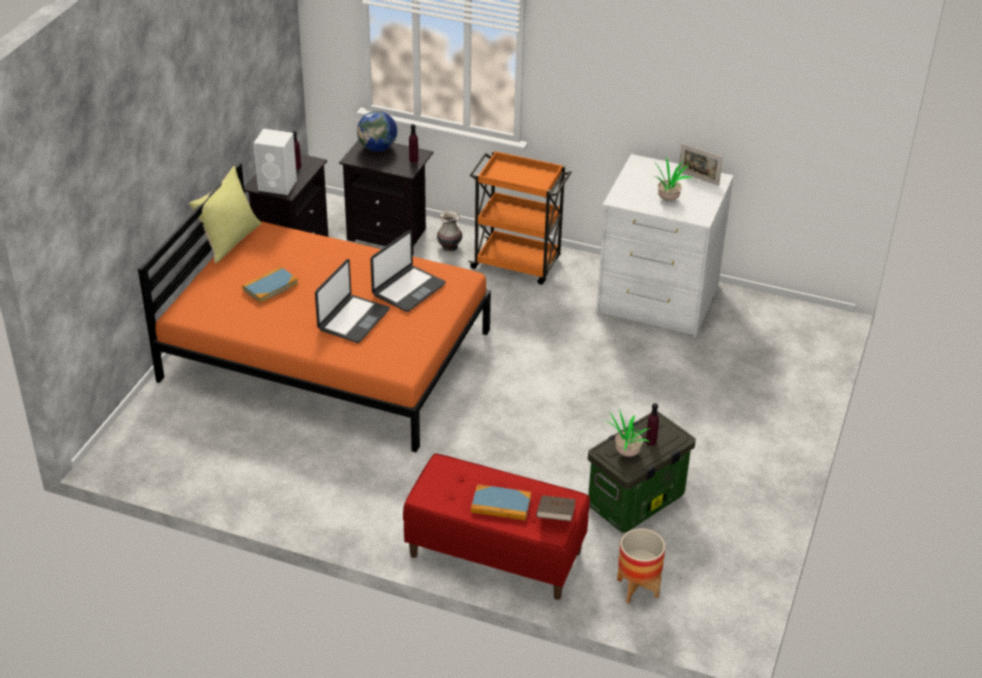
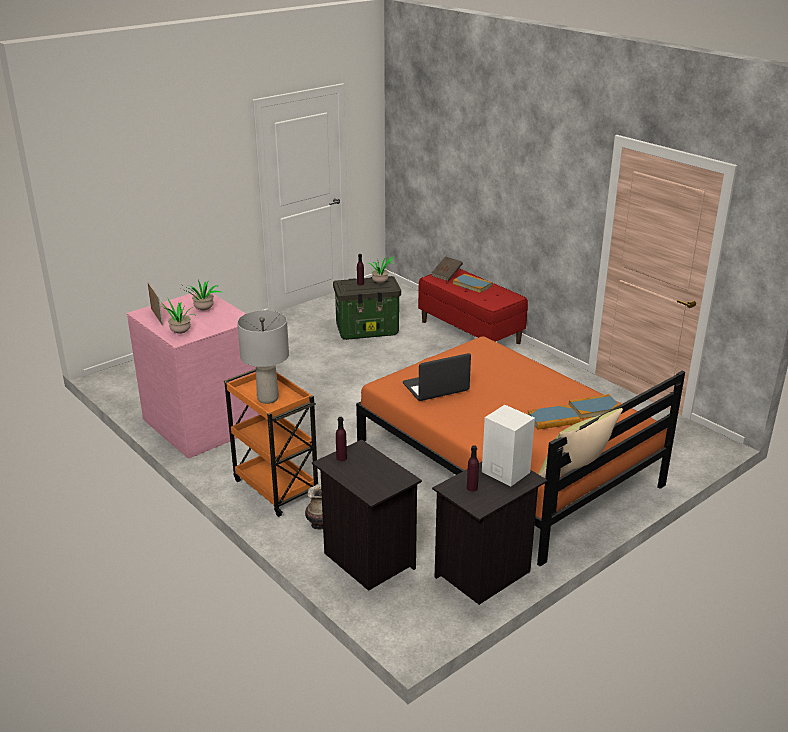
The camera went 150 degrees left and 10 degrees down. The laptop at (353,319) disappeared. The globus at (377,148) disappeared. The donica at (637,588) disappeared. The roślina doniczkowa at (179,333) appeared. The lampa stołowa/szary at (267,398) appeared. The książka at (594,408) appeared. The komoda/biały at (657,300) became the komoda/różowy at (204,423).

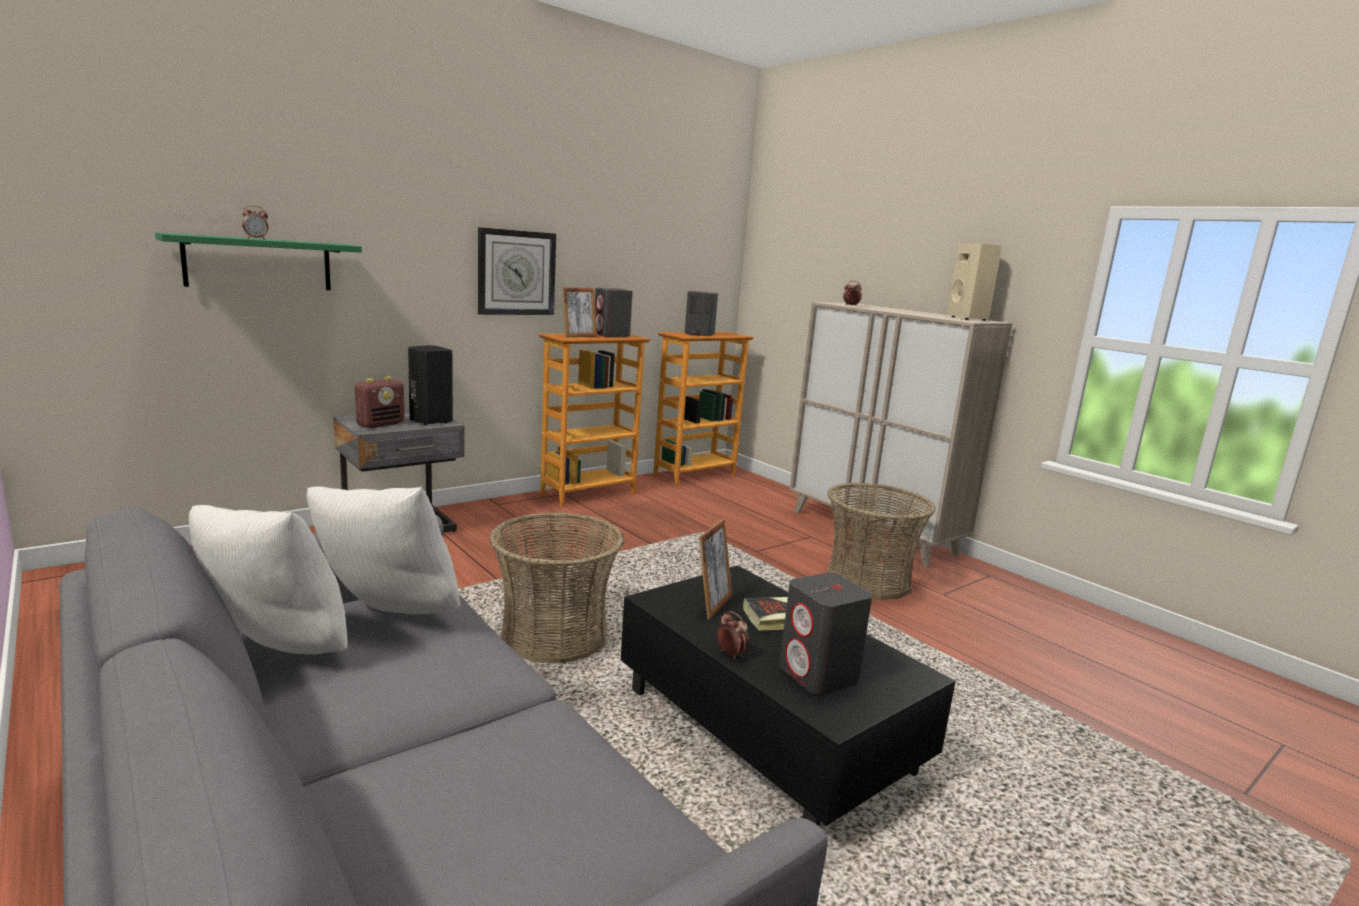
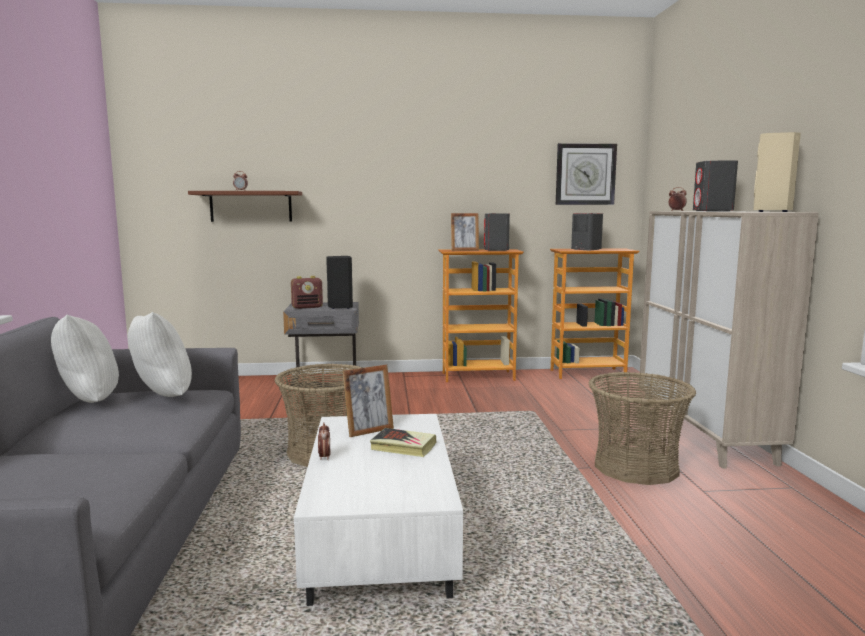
The camera went 35 degrees right and 5 degrees down. The zegar ścienny moved from (516,273) to (585,174). The głośnik/szary moved from (819,675) to (712,211). The półka/zielony at (259,263) became the półka/brązowy at (251,206). The ława/czarny at (764,728) became the ława/biały at (381,536).

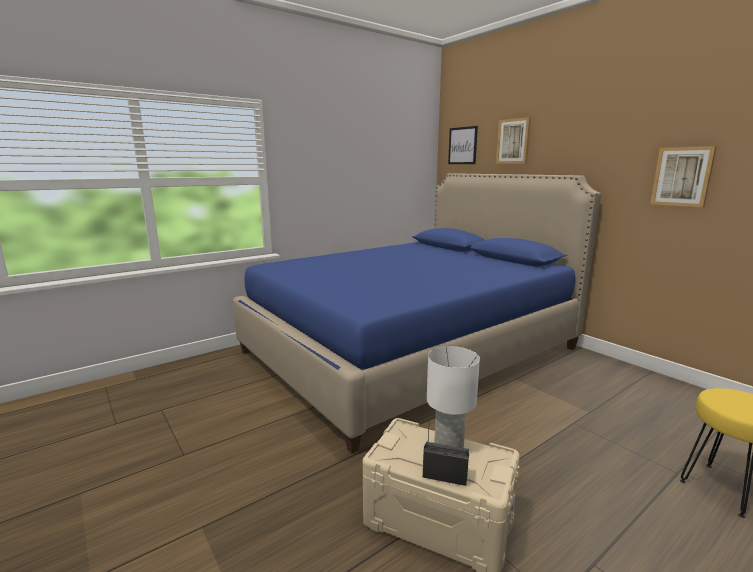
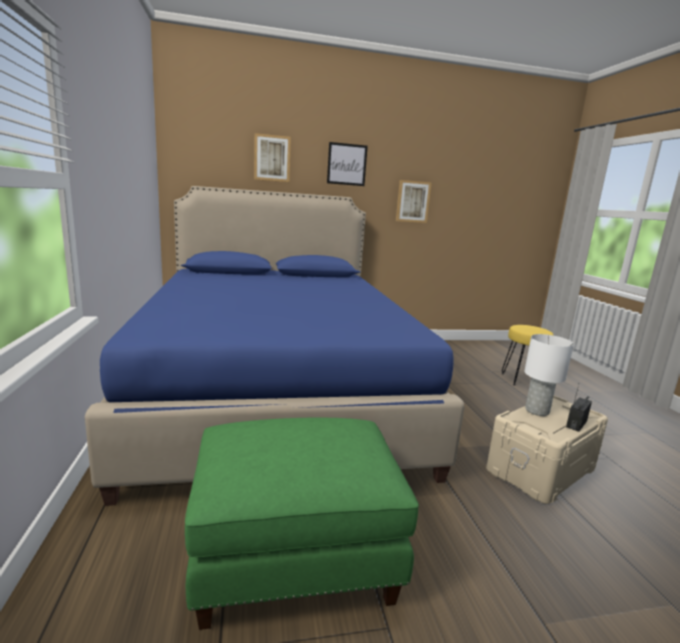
The camera went 65 degrees left and 0 degrees up. The pufa/zielony at (295,555) appeared. The obraz moved from (462,145) to (347,164).

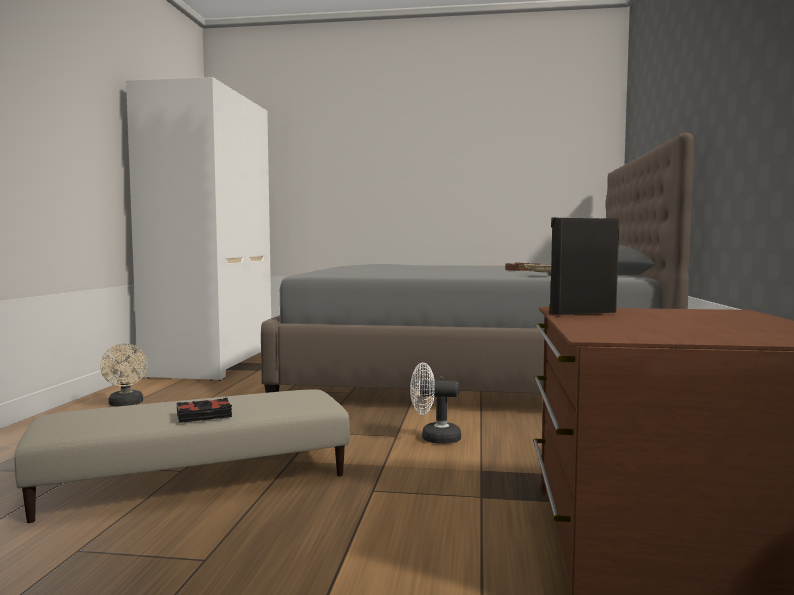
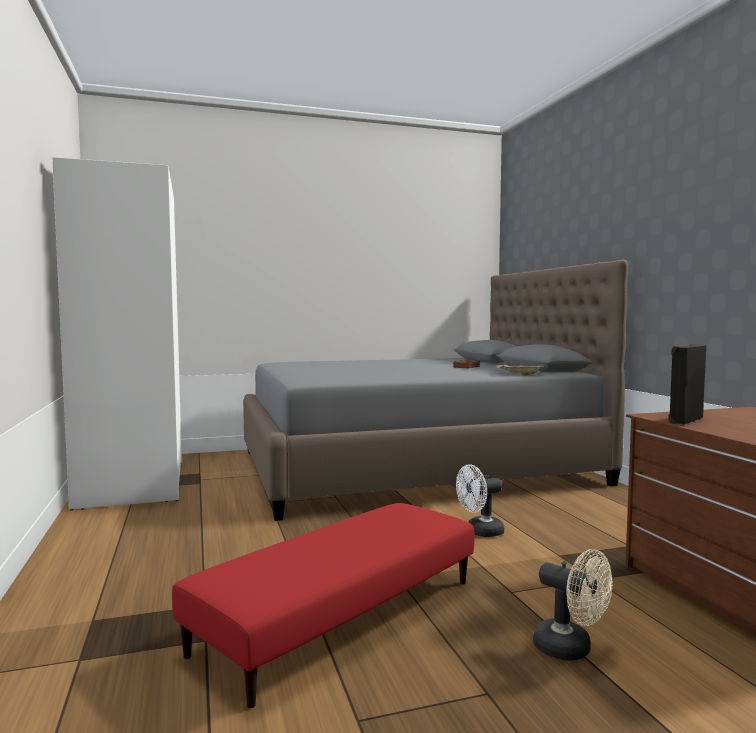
The camera went 25 degrees left and 0 degrees up. The książka/czarny at (204,416) disappeared. The wentylator/beżowy moved from (126,404) to (571,650). The pufa/beżowy at (196,478) became the pufa/czerwony at (340,615).

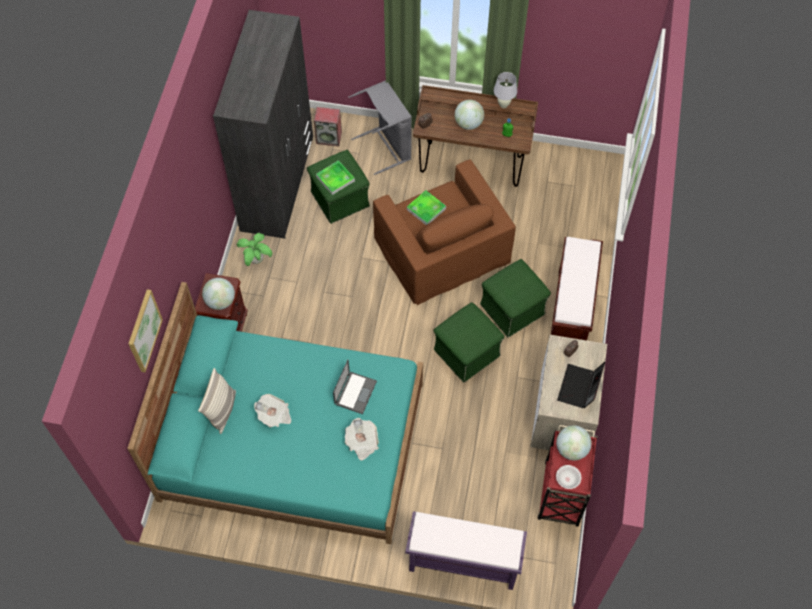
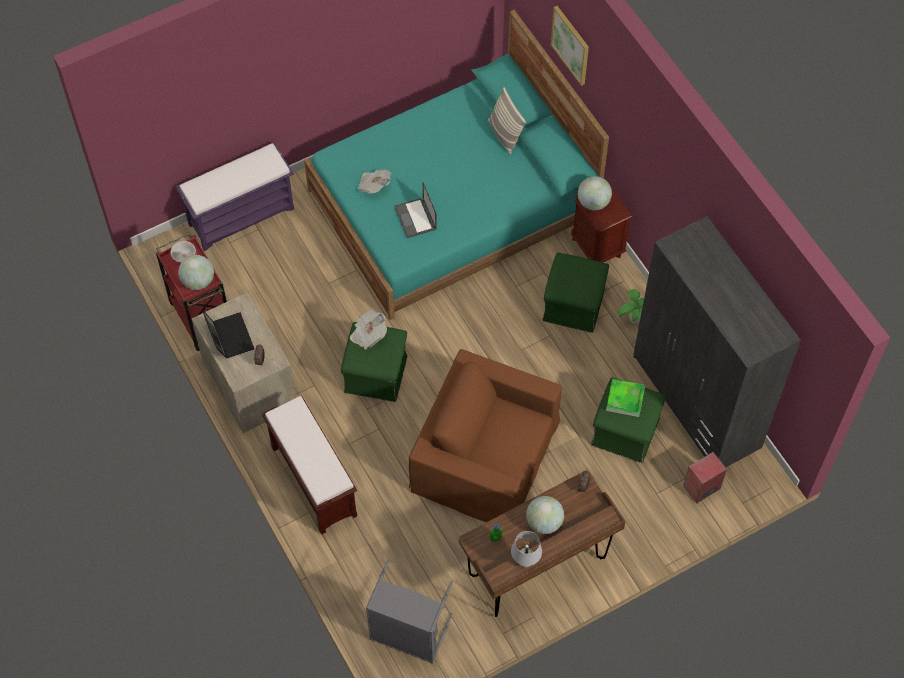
The camera went 140 degrees right and 0 degrees up. The taca at (426,209) disappeared. The gazeta moved from (274,415) to (368,334). The kosz na pranie/szary moved from (387,147) to (408,635). The pufa/zielony moved from (513,309) to (573,306).

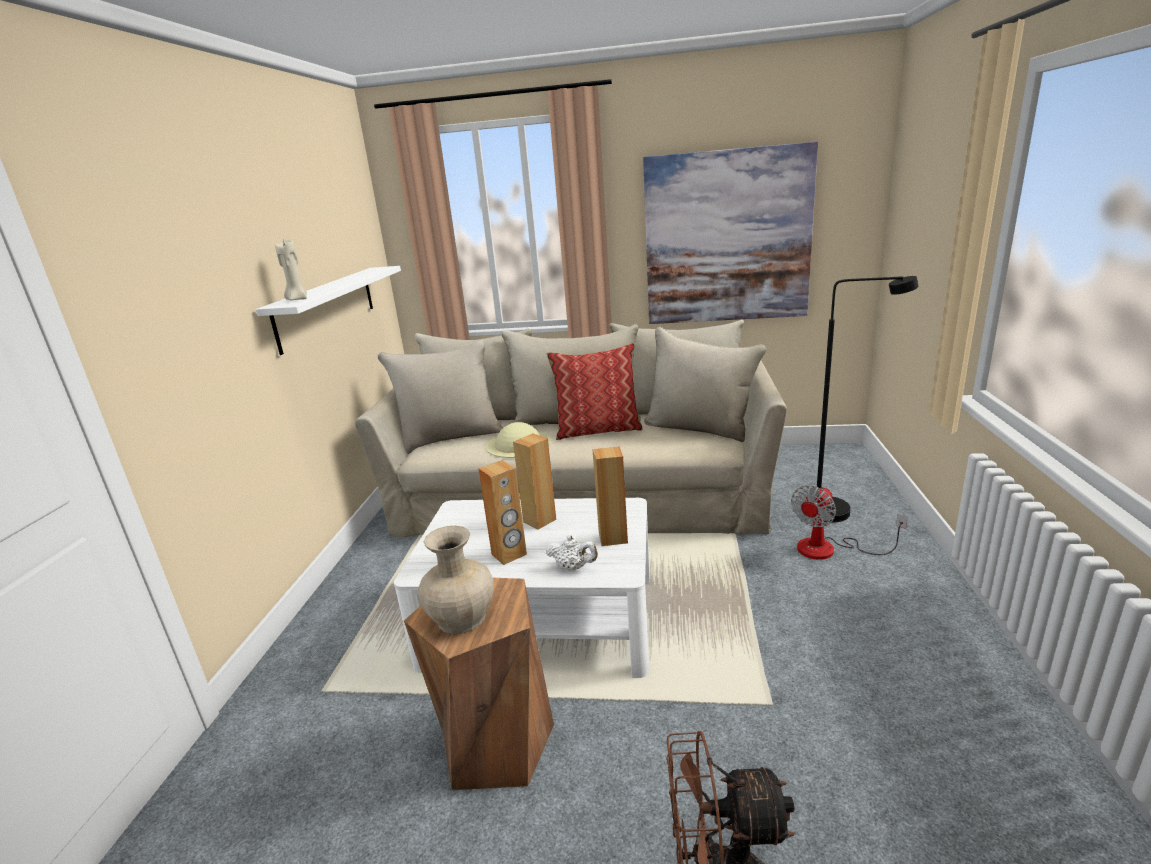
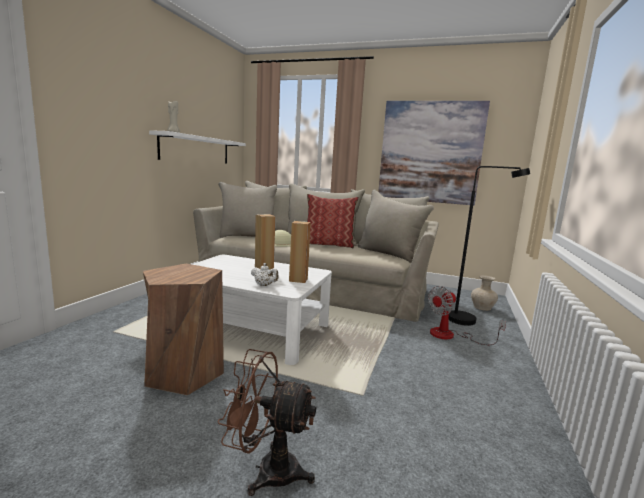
The camera went 10 degrees right and 10 degrees down. The głośnik/brązowy at (509,554) disappeared. The wazon/beżowy moved from (462,617) to (482,307).

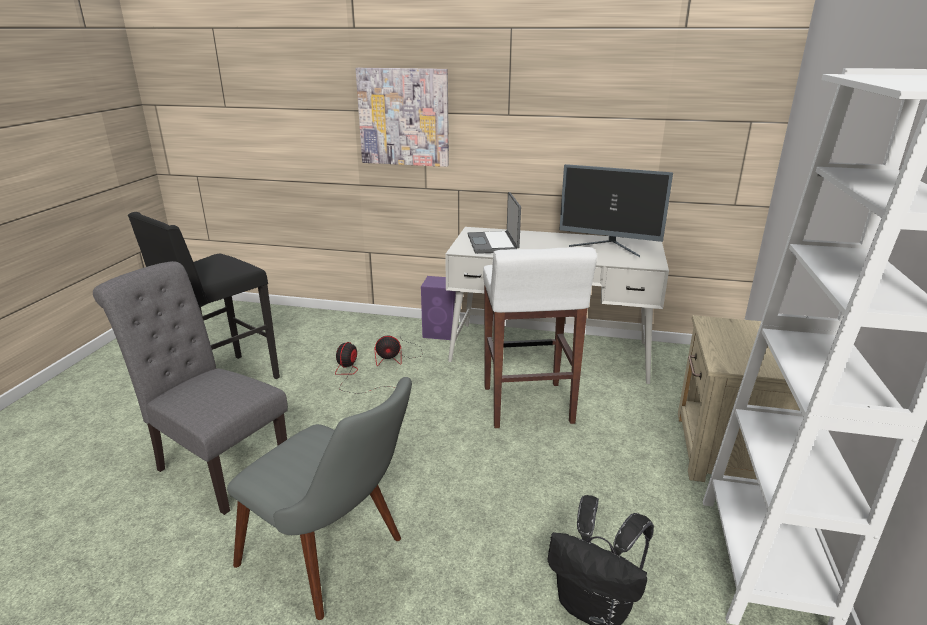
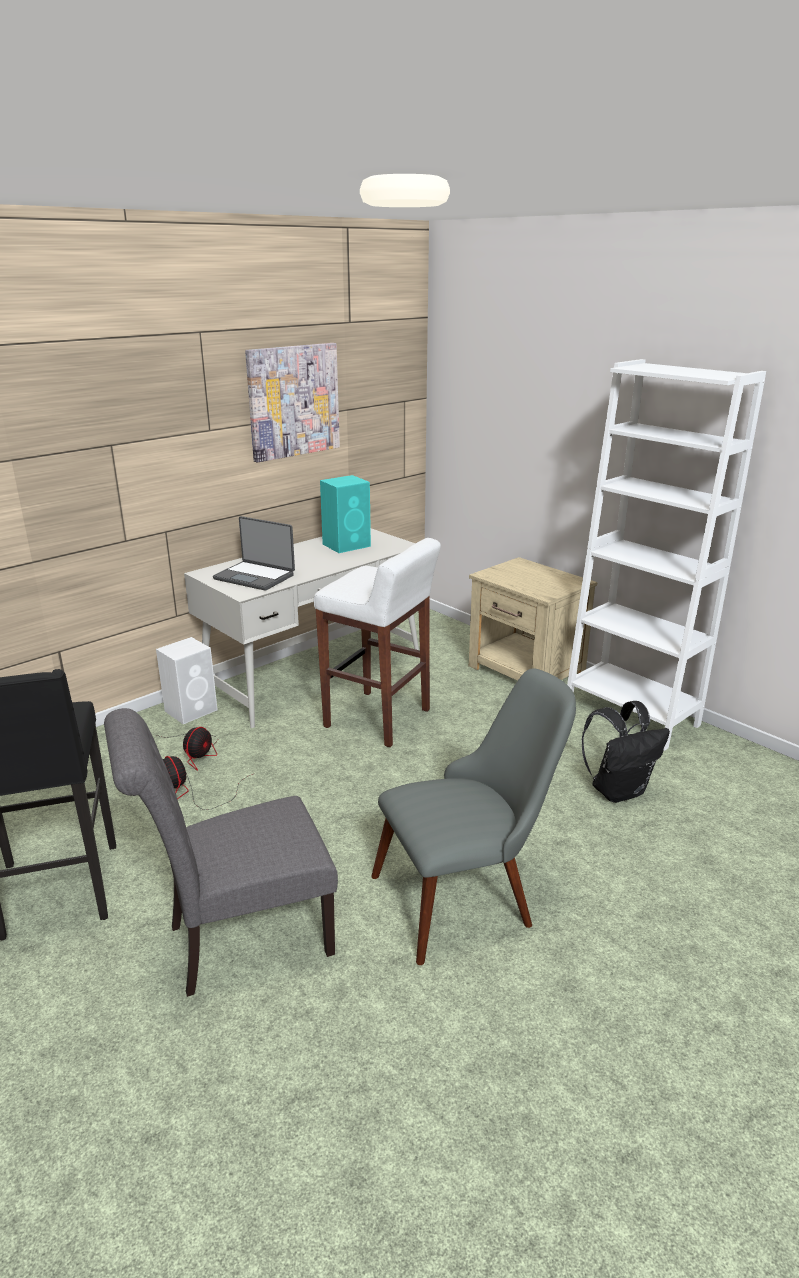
The camera went 55 degrees left and 0 degrees up. The obraz moved from (404,117) to (293,401). The monitor at (609,247) was replaced by the głośnik/turkusowy at (347,545). The głośnik/fioletowy at (441,332) became the głośnik/biały at (192,710).

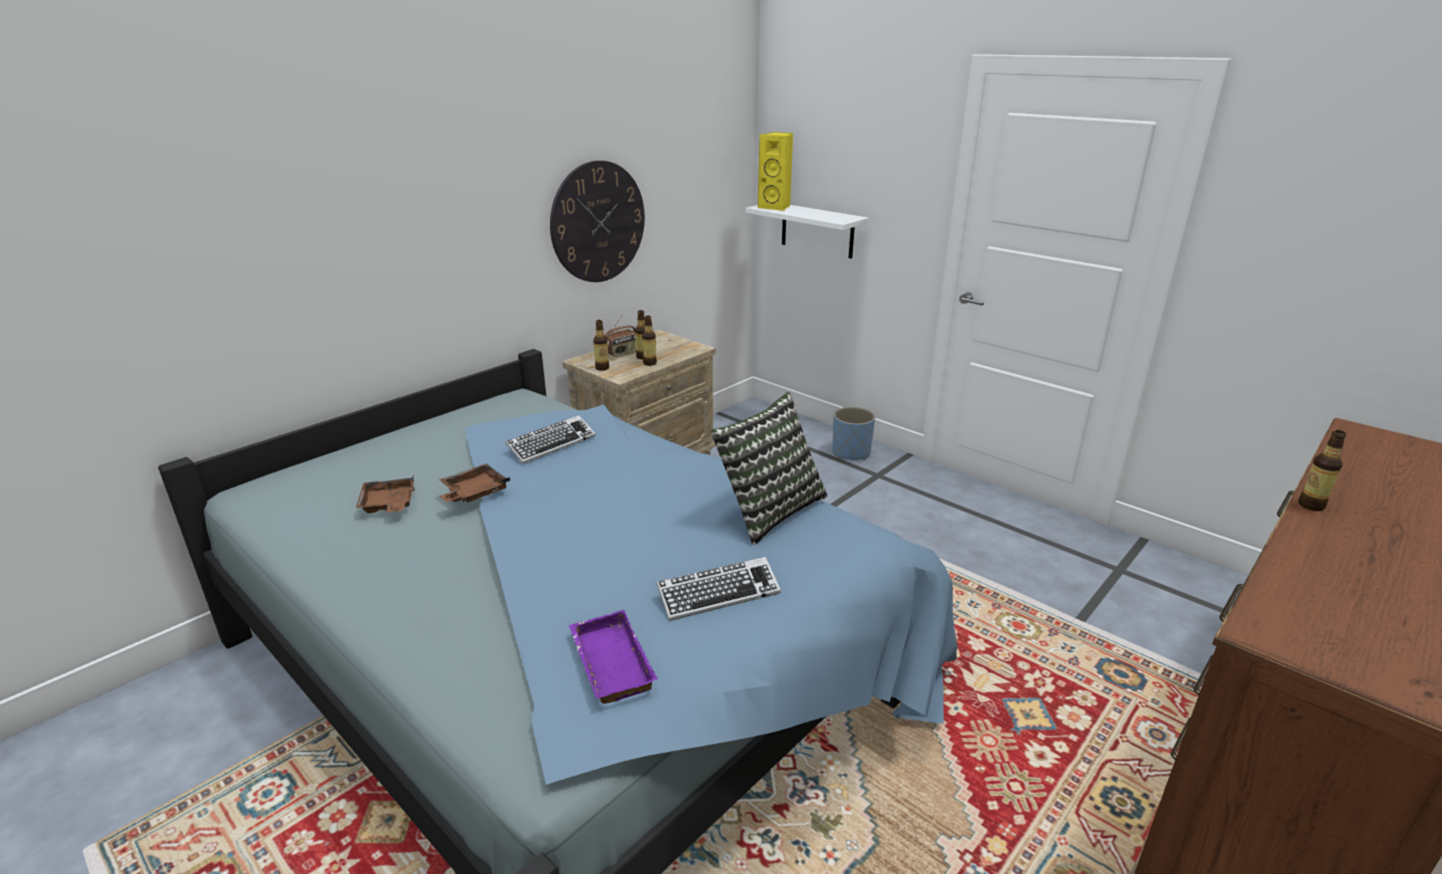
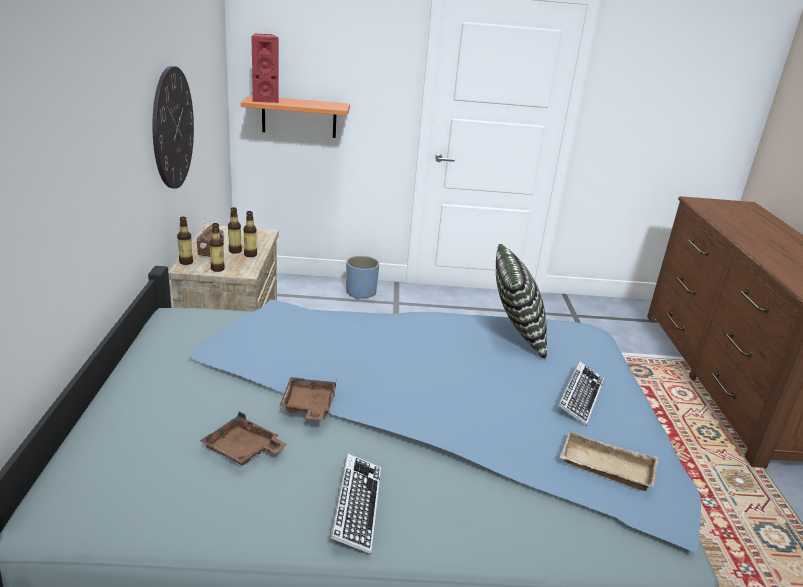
The camera went 45 degrees left and 0 degrees up. The klawiatura moved from (551,444) to (356,507). The butelka moved from (1311,505) to (186,262). The taca/fioletowy at (608,663) became the taca/beżowy at (604,468). The półka/biały at (817,230) became the półka/pomarańczowy at (299,117). The głośnik/żółty at (776,207) became the głośnik/czerwony at (265,100).

